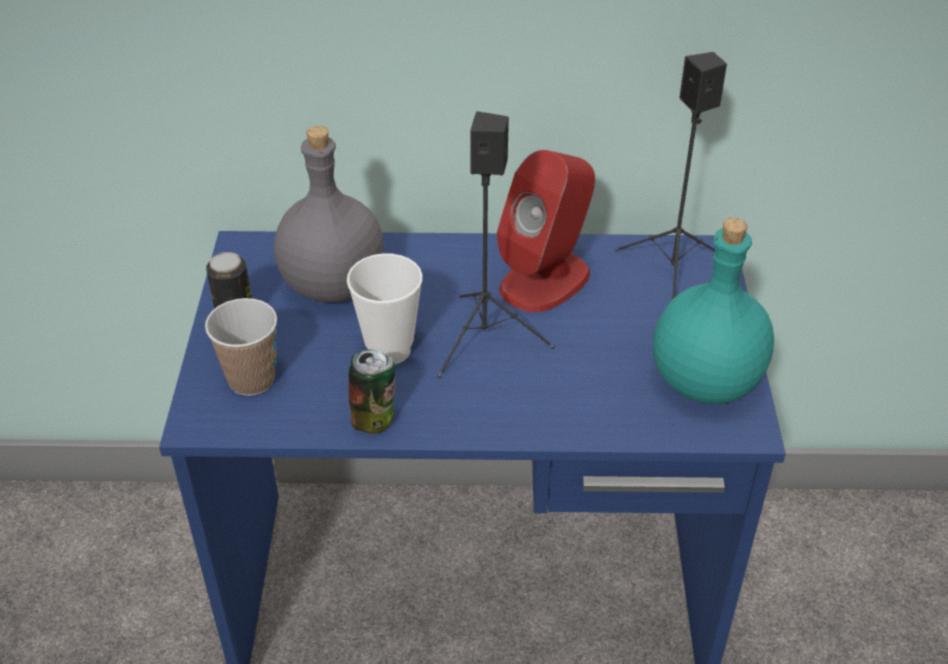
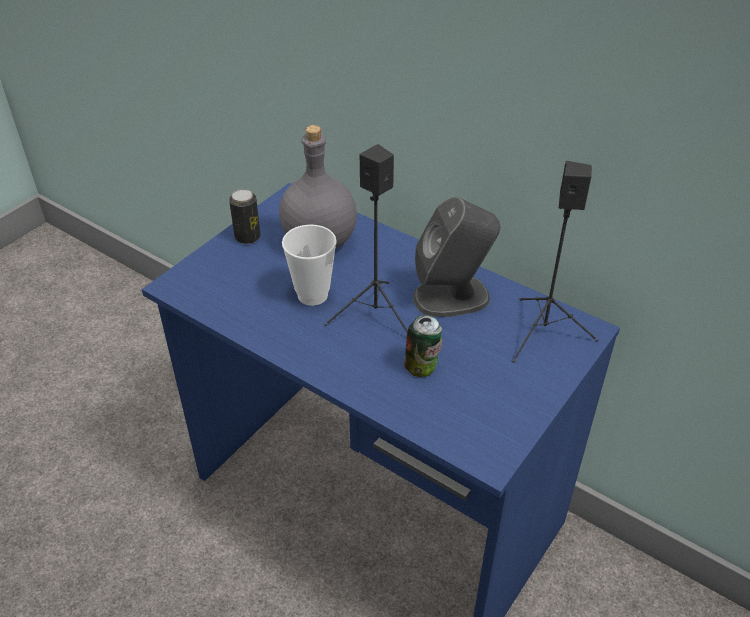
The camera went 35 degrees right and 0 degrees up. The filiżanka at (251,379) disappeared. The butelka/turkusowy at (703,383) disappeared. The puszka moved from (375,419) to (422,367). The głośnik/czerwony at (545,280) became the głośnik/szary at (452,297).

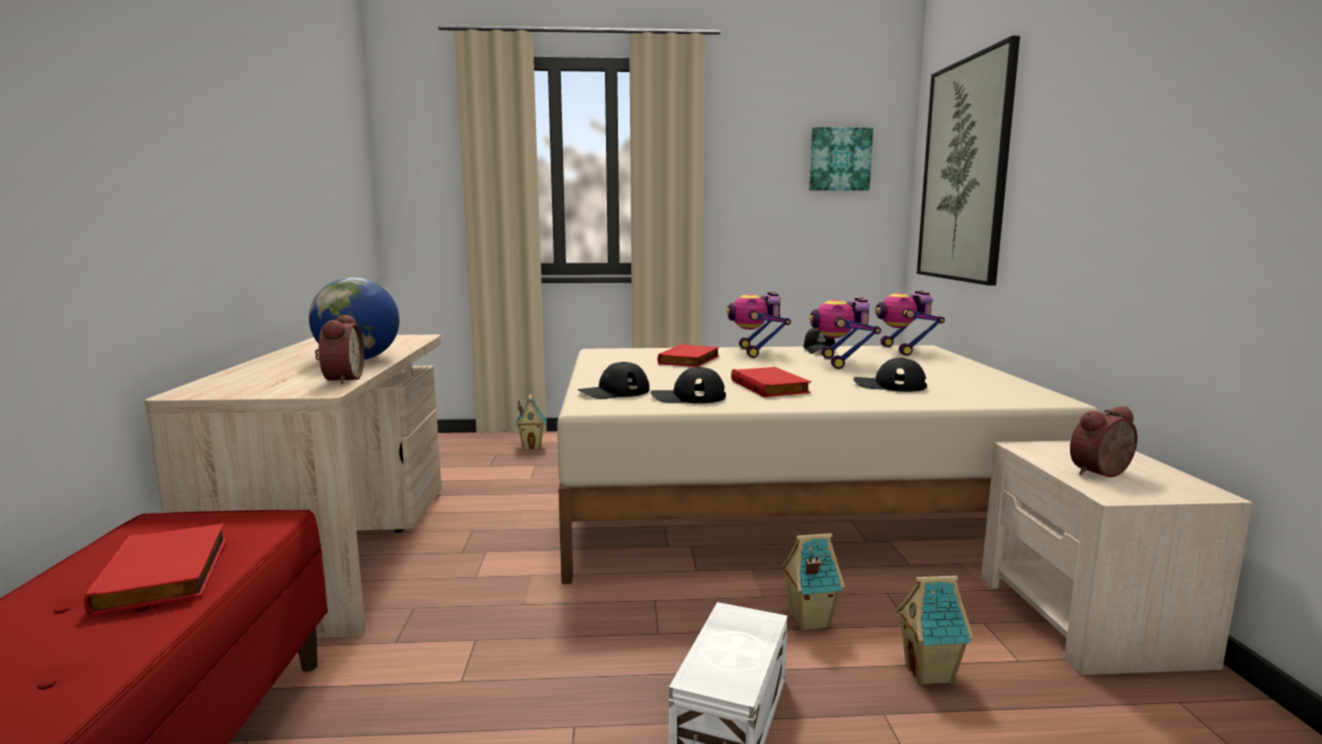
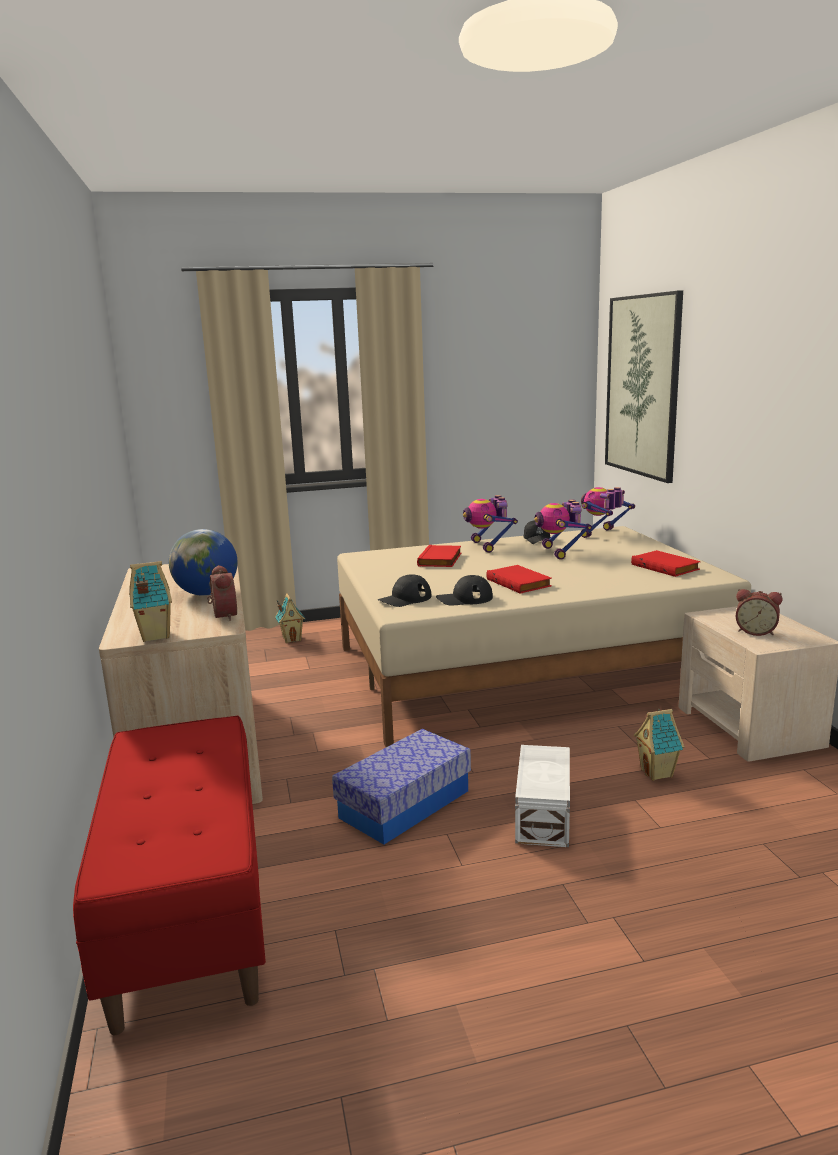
The camera went 10 degrees left and 5 degrees up. The obraz at (839,159) disappeared. The czapka z daszkiem/czarny at (889,385) disappeared. The pojemnik do przechowywania at (405,804) appeared. The książka/czerwony moved from (168,574) to (666,567). The domek moved from (808,621) to (154,636). The robot zabawkowy at (903,350) turned 60 degrees clockwise. The budzik at (1103,474) turned 120 degrees counterclockwise.

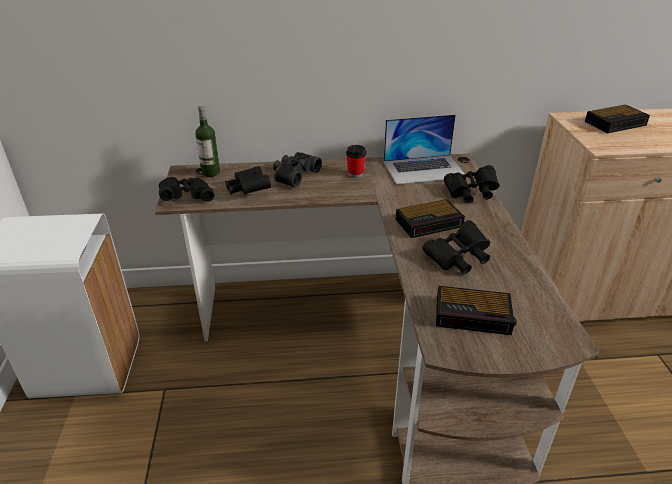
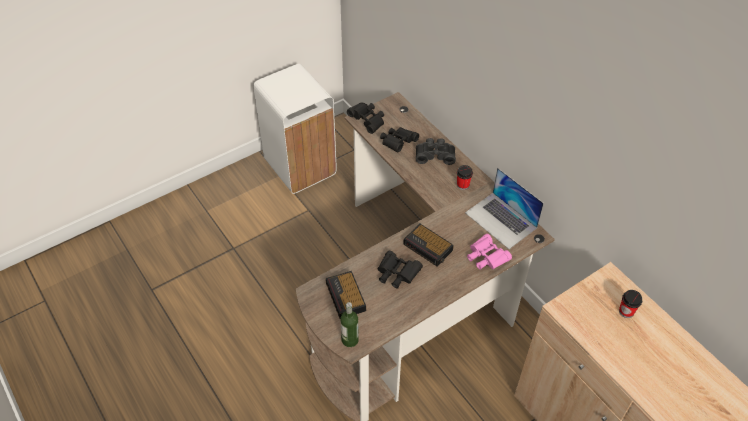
The camera went 60 degrees right and 15 degrees up. The butelka moved from (211,172) to (350,340). The budzik at (616,123) was replaced by the filiżanka at (626,311). The lornetka/czarny at (471,194) became the lornetka/różowy at (486,258).

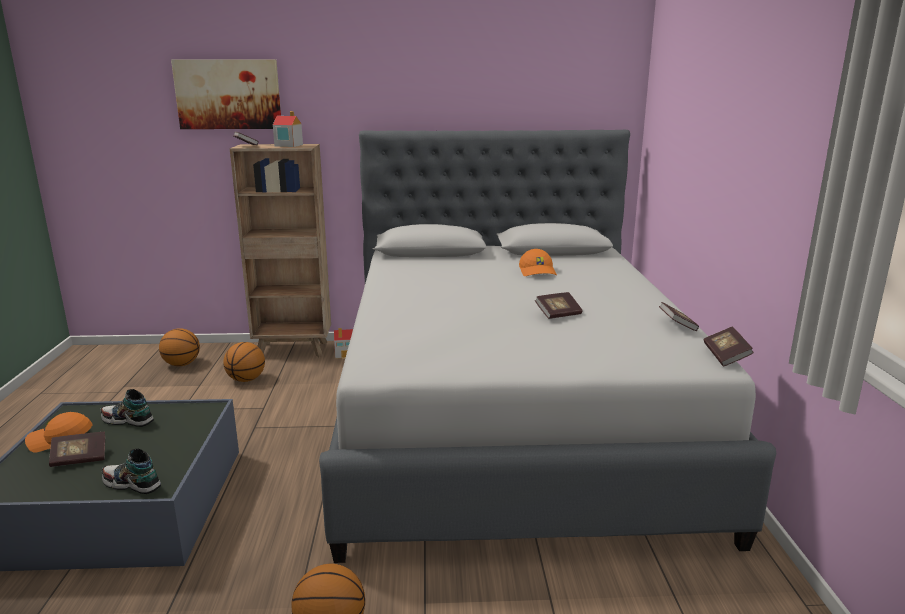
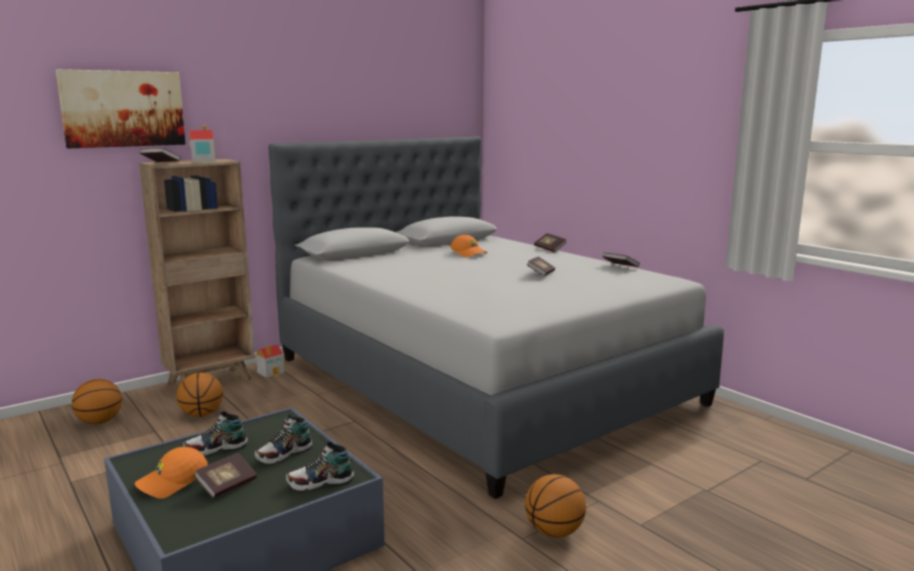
The camera went 35 degrees left and 5 degrees down. The but at (284,454) appeared. The książka moved from (726,356) to (550,249).

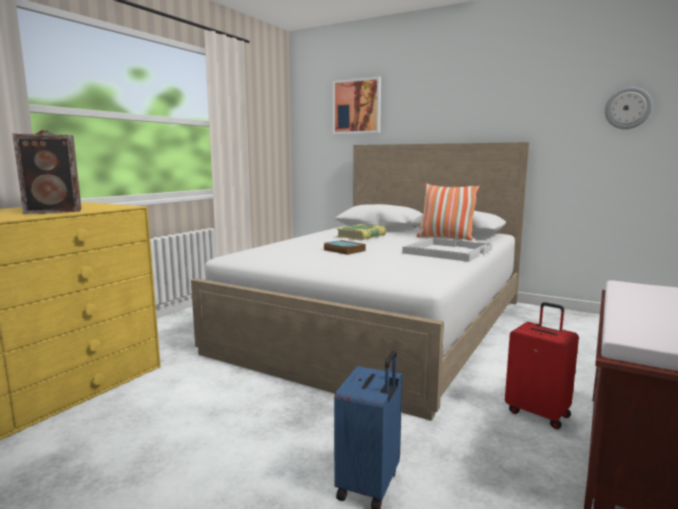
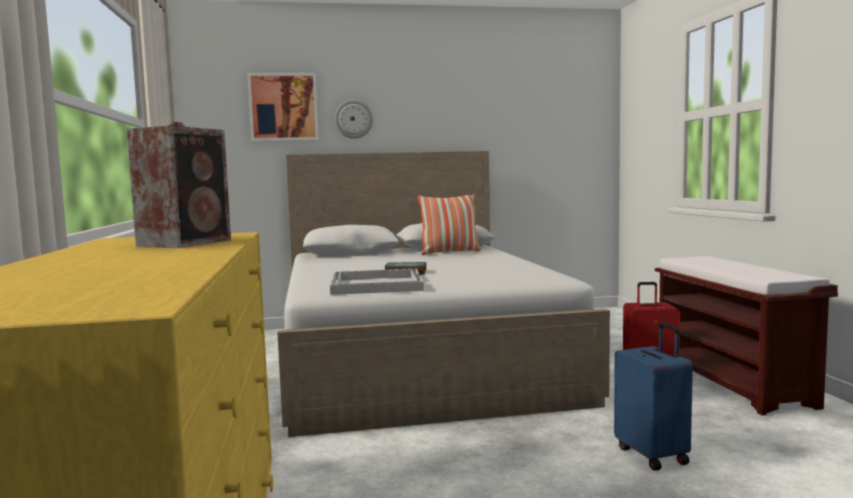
The camera went 40 degrees left and 5 degrees down. The książka at (361,236) disappeared. The taca/biały moved from (447,251) to (375,284). The zegar ścienny moved from (628,108) to (353,119).

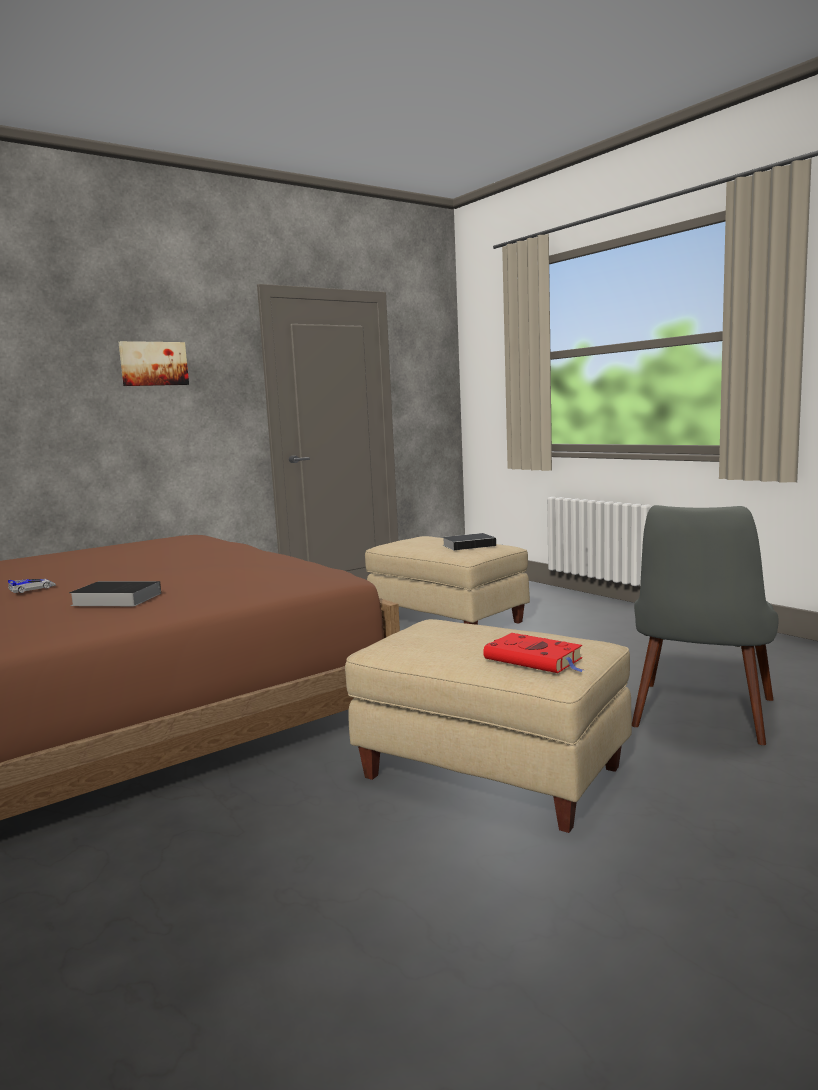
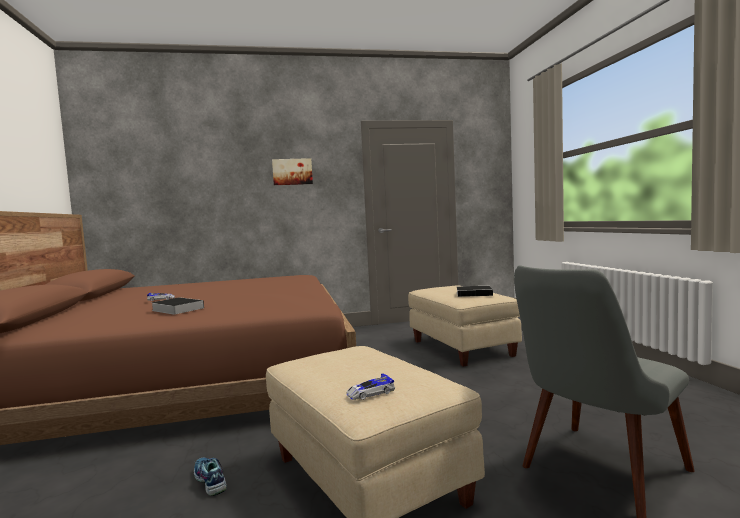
The camera went 25 degrees right and 5 degrees down. The but at (209,481) appeared. The książka/czerwony at (535,659) was replaced by the samochodzik at (370,393).

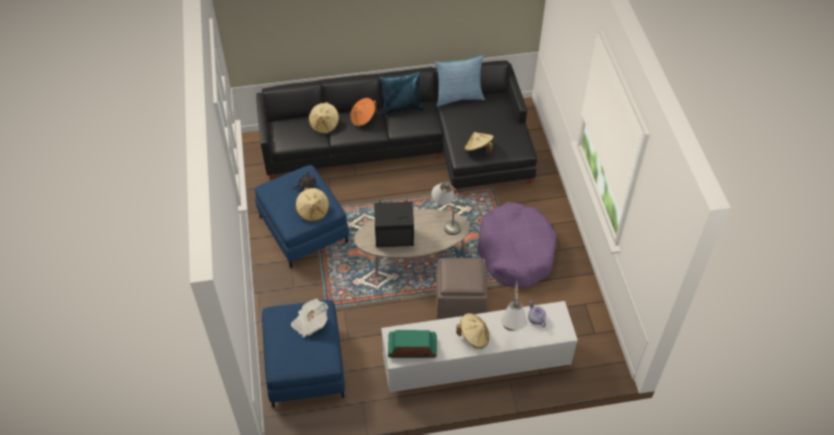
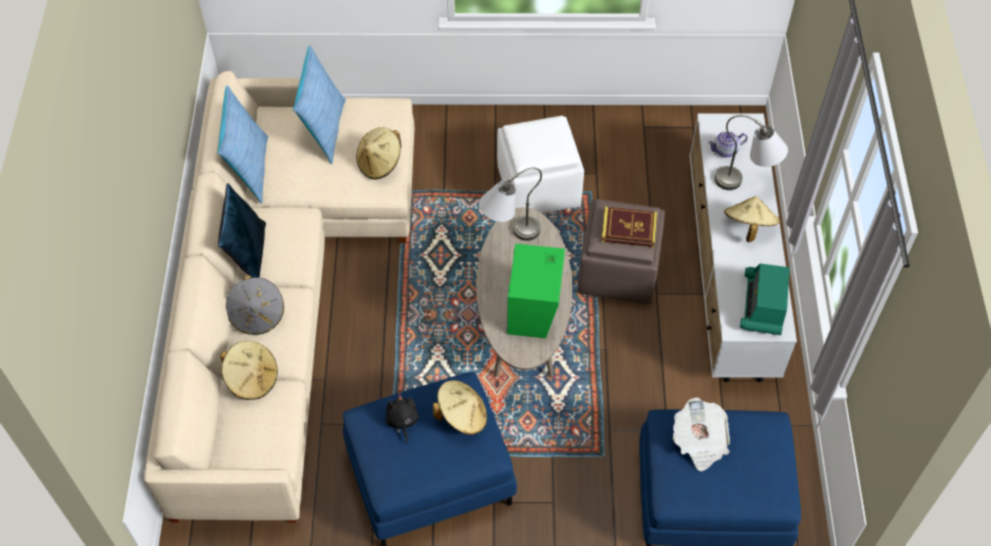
The camera went 80 degrees left and 5 degrees up. The poduszka at (324,130) appeared. The książka at (628,229) appeared. The legowisko/fioletowy at (515,252) was replaced by the pufa/biały at (539,186). The kanapa/czarny at (408,146) became the kanapa/beżowy at (281,291). The kapelusz/pomarańczowy at (363,119) became the kapelusz/szary at (257,315). The głośnik/czarny at (395,239) became the głośnik/zielony at (534,309).

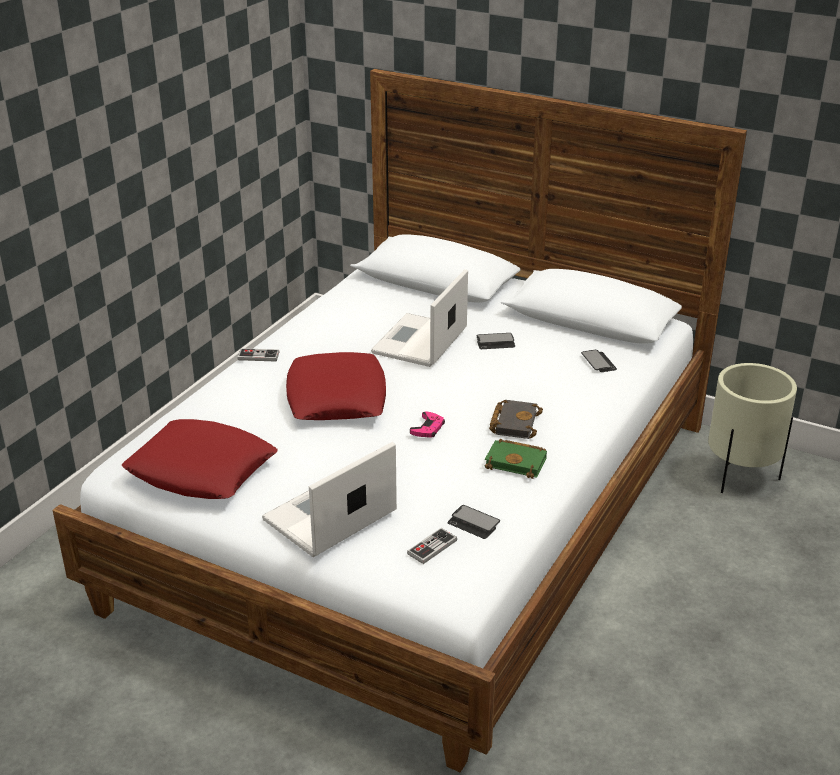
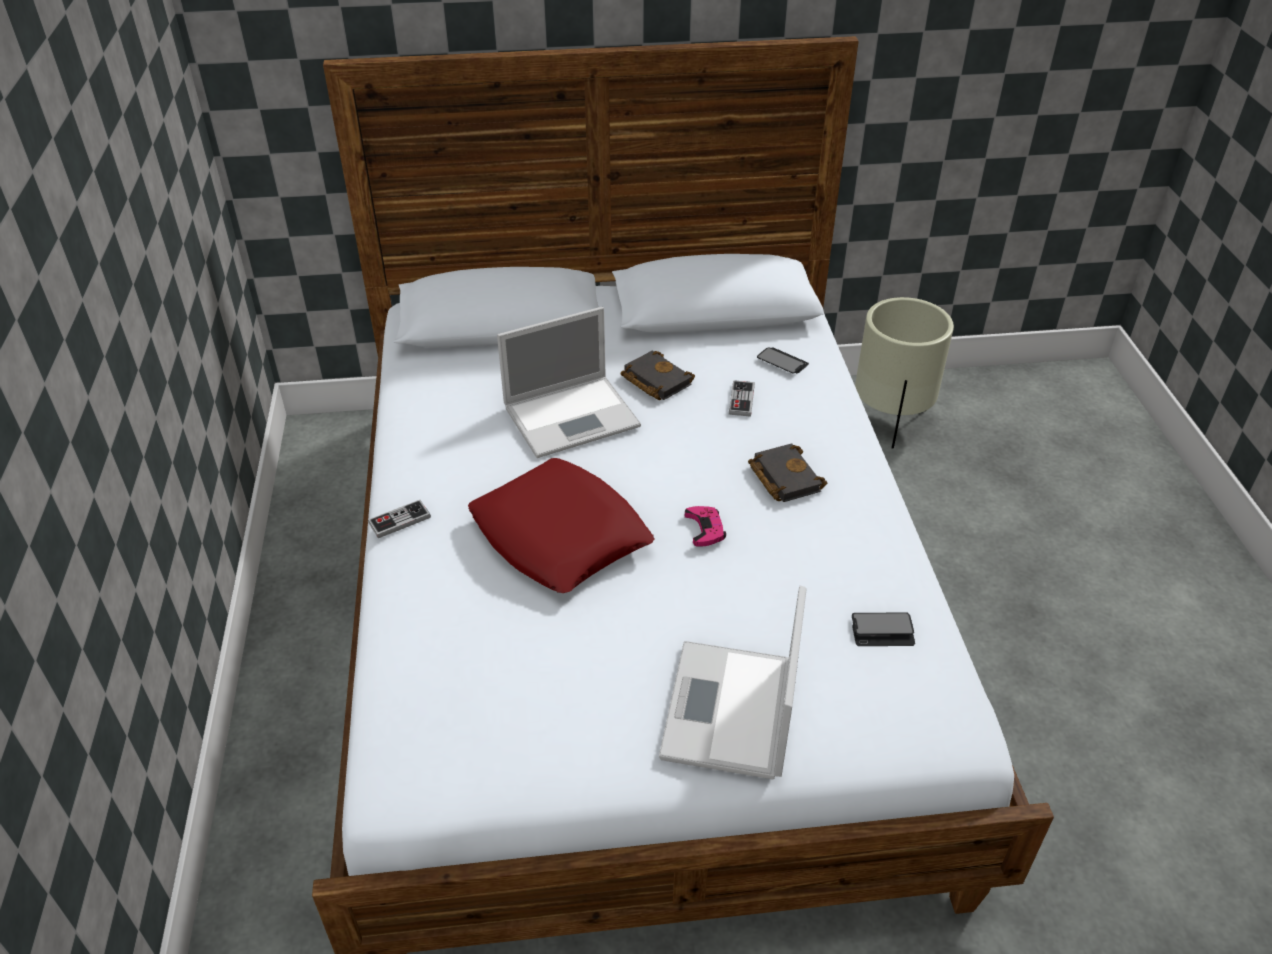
The camera went 35 degrees left and 10 degrees up. The poduszka/czerwony at (202,470) disappeared. The książka/zielony at (517,462) disappeared. The pad do gier moved from (432,547) to (741,400). The telefon at (495,342) was replaced by the książka/czarny at (654,380). The laptop at (419,342) turned 105 degrees counterclockwise.

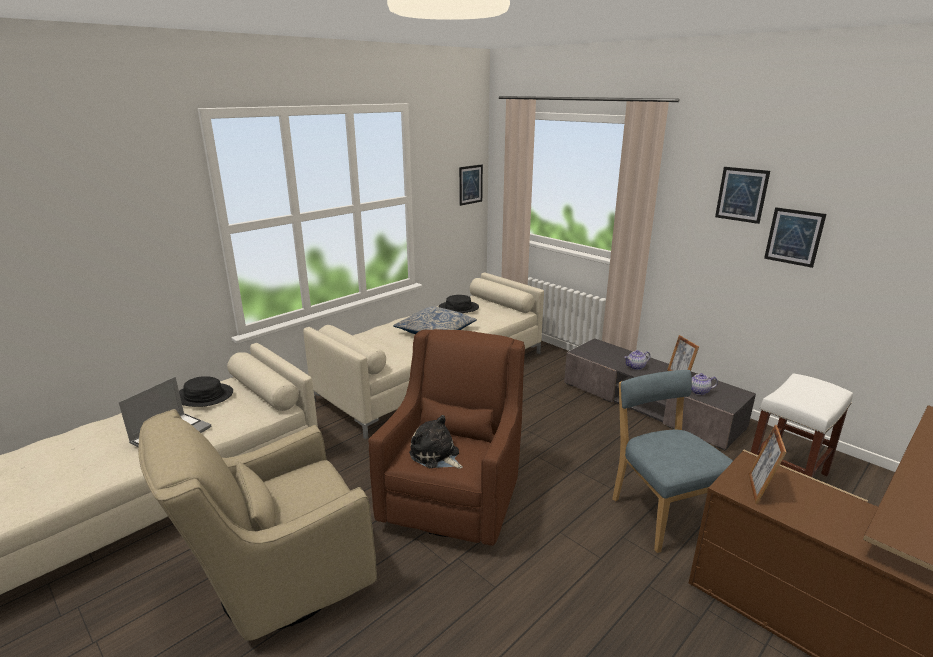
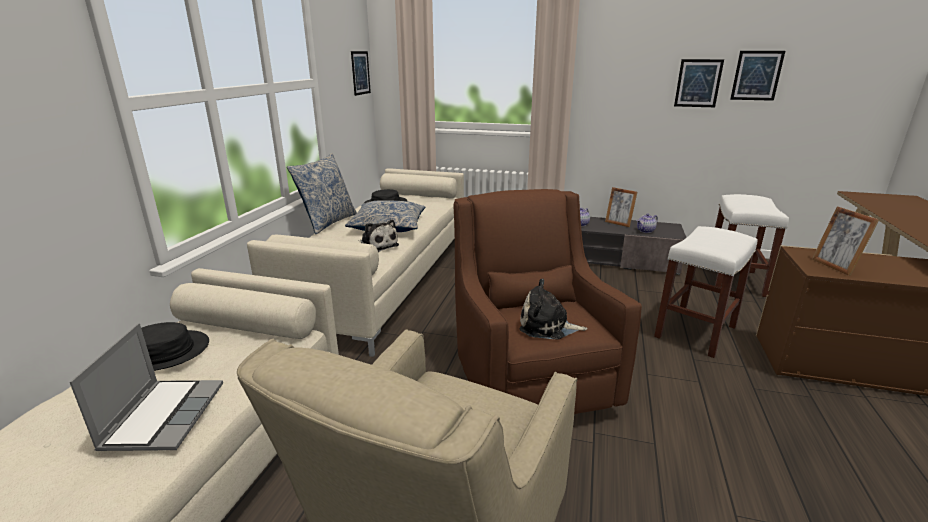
The camera went 30 degrees left and 0 degrees up. The poduszka at (328,222) appeared. The pluszak at (377,246) appeared. The obraz moved from (741,194) to (756,75). The krzesło/niebieski at (661,512) was replaced by the stołek/biały at (695,331).

